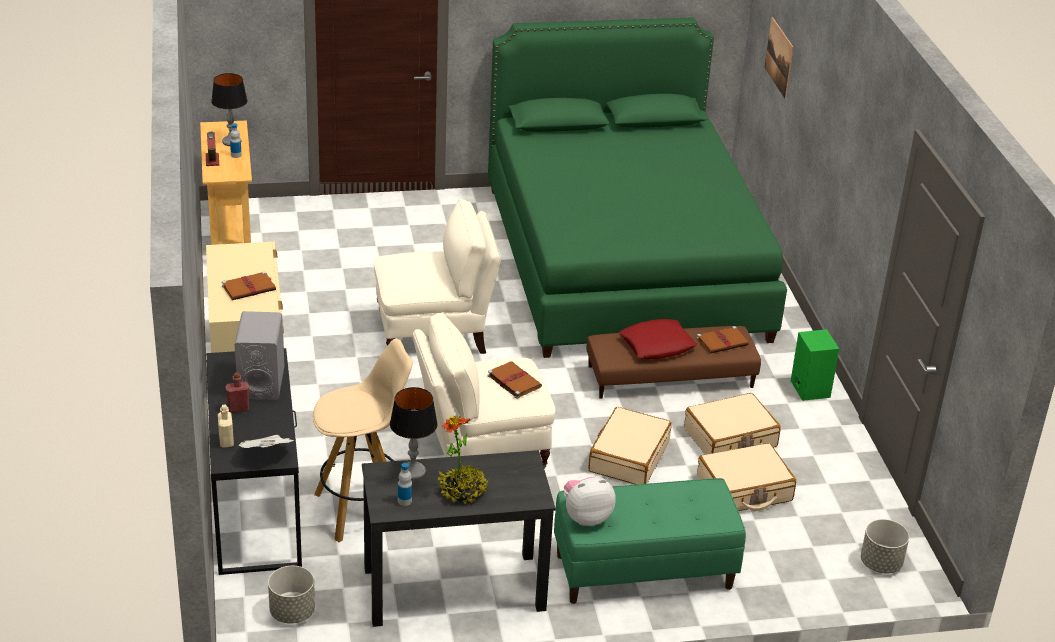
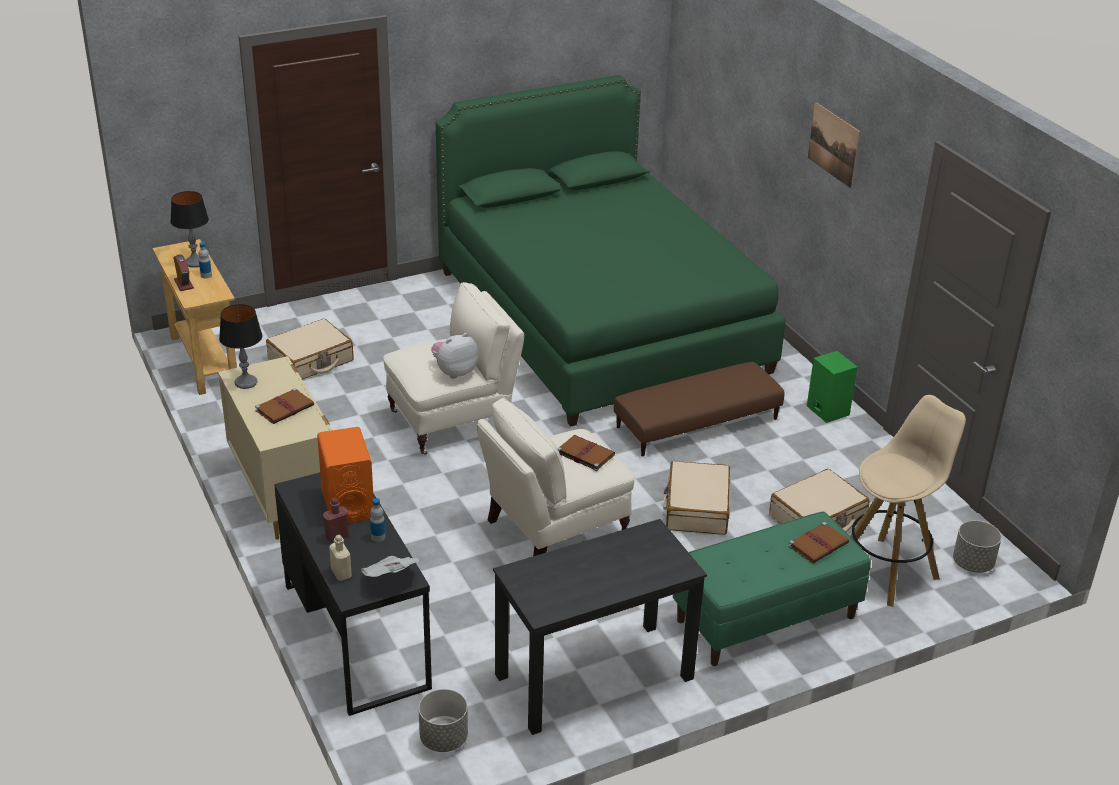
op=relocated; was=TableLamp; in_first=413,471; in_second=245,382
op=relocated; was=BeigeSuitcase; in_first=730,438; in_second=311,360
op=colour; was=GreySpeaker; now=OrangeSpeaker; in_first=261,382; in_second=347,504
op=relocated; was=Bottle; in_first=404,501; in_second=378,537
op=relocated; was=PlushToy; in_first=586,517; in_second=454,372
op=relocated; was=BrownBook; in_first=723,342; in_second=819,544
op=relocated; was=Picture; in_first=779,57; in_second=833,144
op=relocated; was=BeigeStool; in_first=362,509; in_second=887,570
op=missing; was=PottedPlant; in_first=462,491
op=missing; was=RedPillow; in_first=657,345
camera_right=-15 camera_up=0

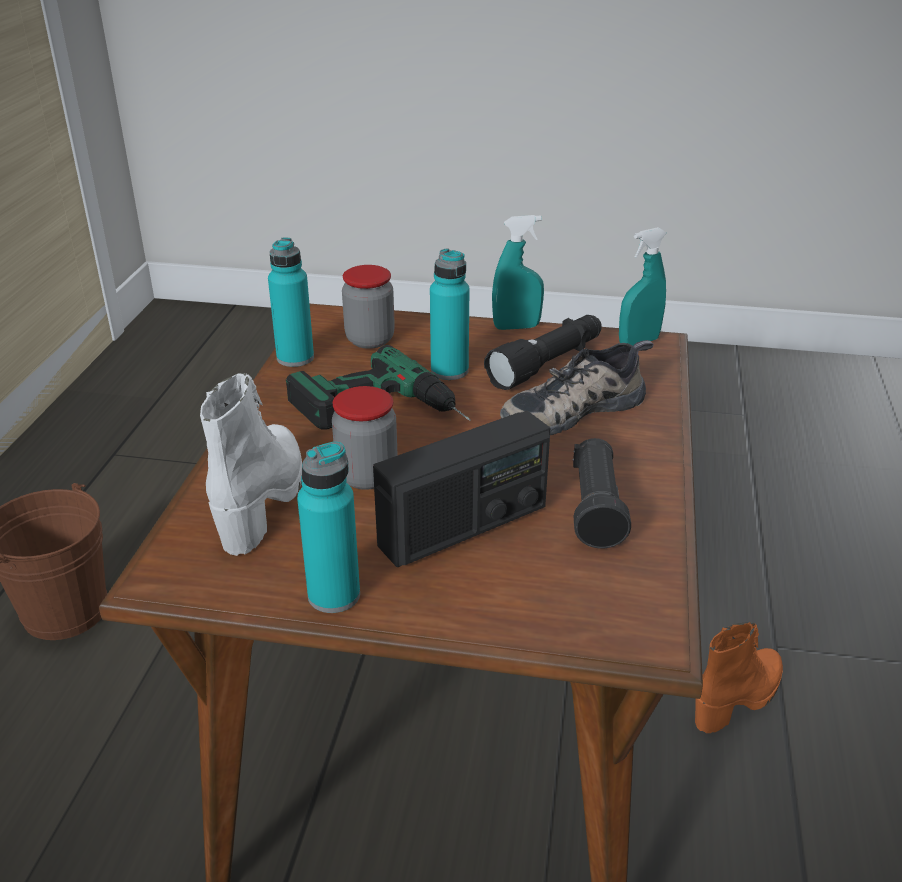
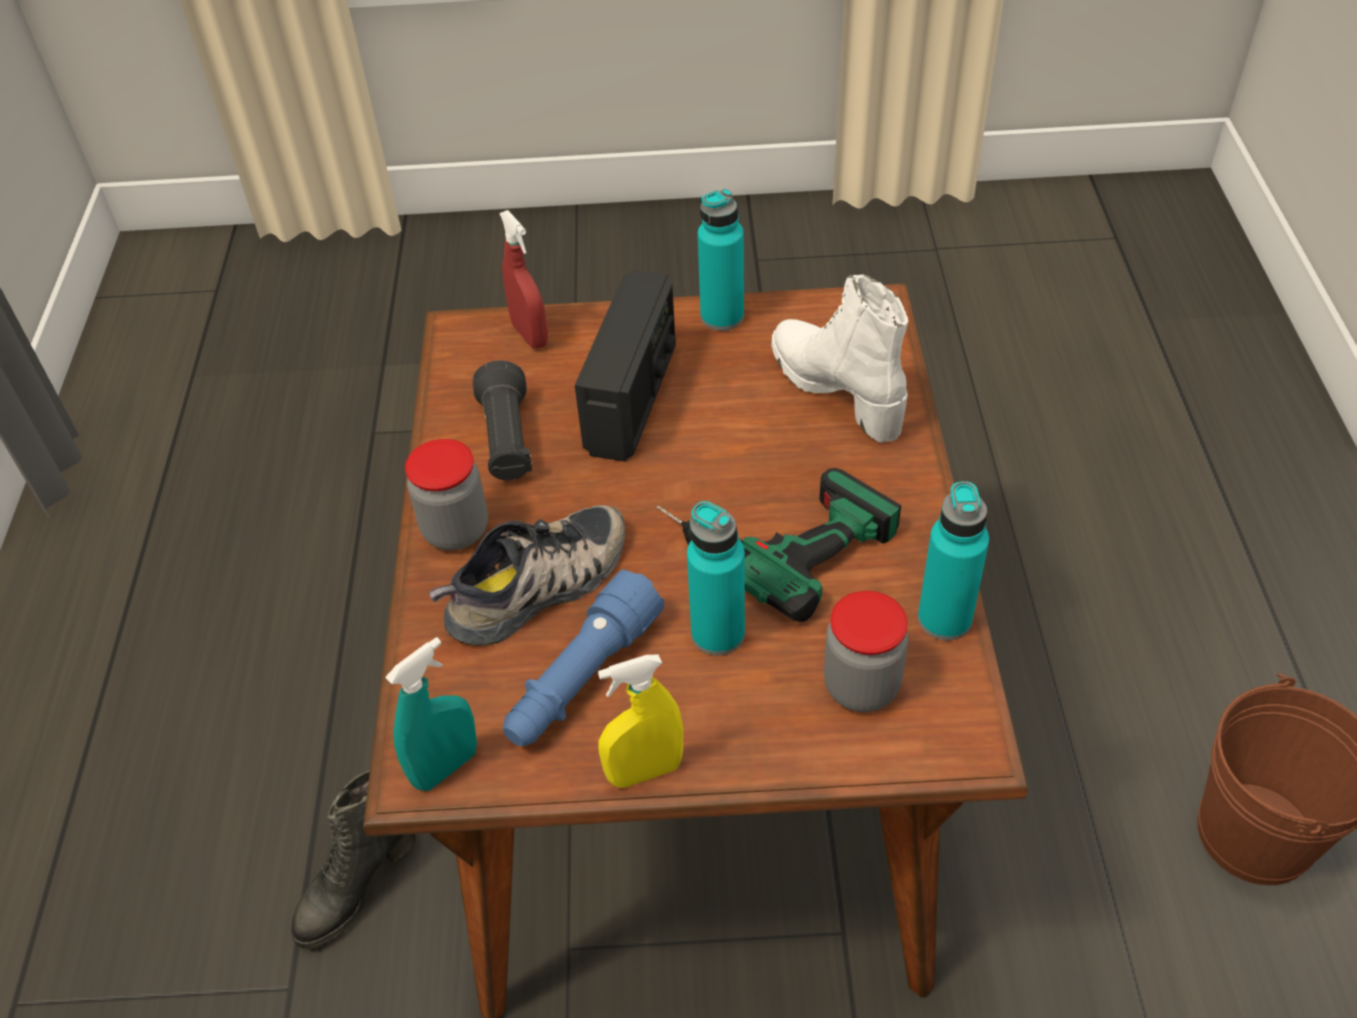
op=colour; was=OrangeBoot; now=BlackBoot; in_first=738,699; in_second=357,886
op=relocated; was=Jar; in_first=367,476; in_second=456,530
op=appeared; now=RedSprayBottle; in_second=530,335
op=colour; was=BlackFlashlight; now=BlueFlashlight; in_first=547,364; in_second=582,678
op=spun; was=Radio; in_first=464,526; in_second=632,398; clockwise=150
op=colour; was=TurquoiseSprayBottle; now=YellowSprayBottle; in_first=516,327; in_second=644,771
op=spun; was=WhiteBoot; in_first=263,500; in_second=837,390; clockwise=150
camera_right=170 camera_up=15

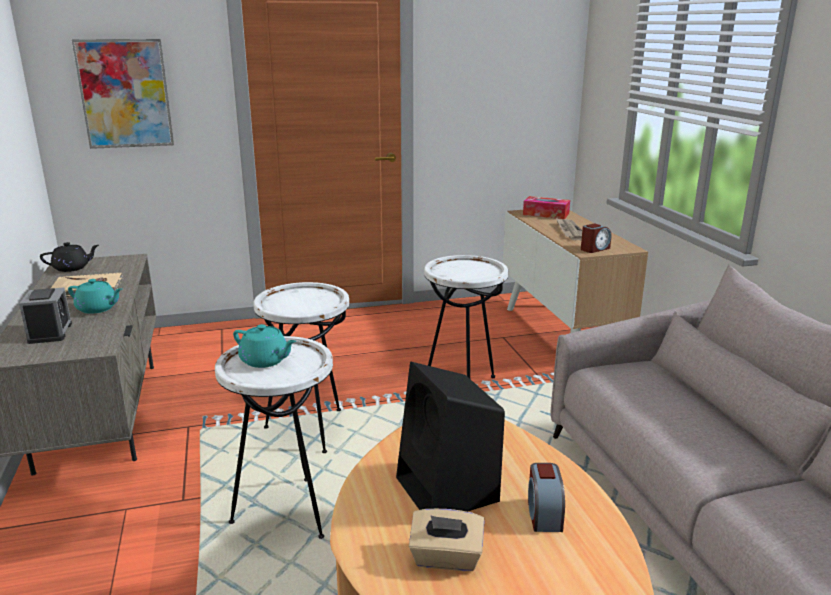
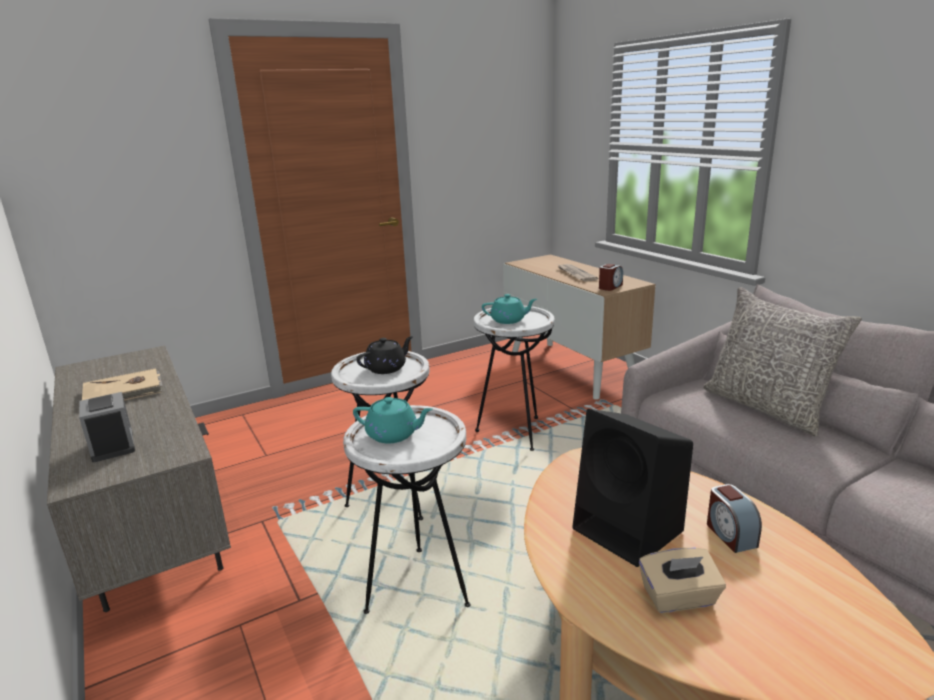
op=relocated; was=BlackTeapot; in_first=72,268; in_second=387,368
op=relocated; was=TurquoiseTeapot; in_first=98,309; in_second=509,320
op=appeared; now=GreyPillow; in_second=766,407
op=missing; was=Picture; in_first=125,94
op=missing; was=TissueBox; in_first=546,214
camera_right=-15 camera_up=0

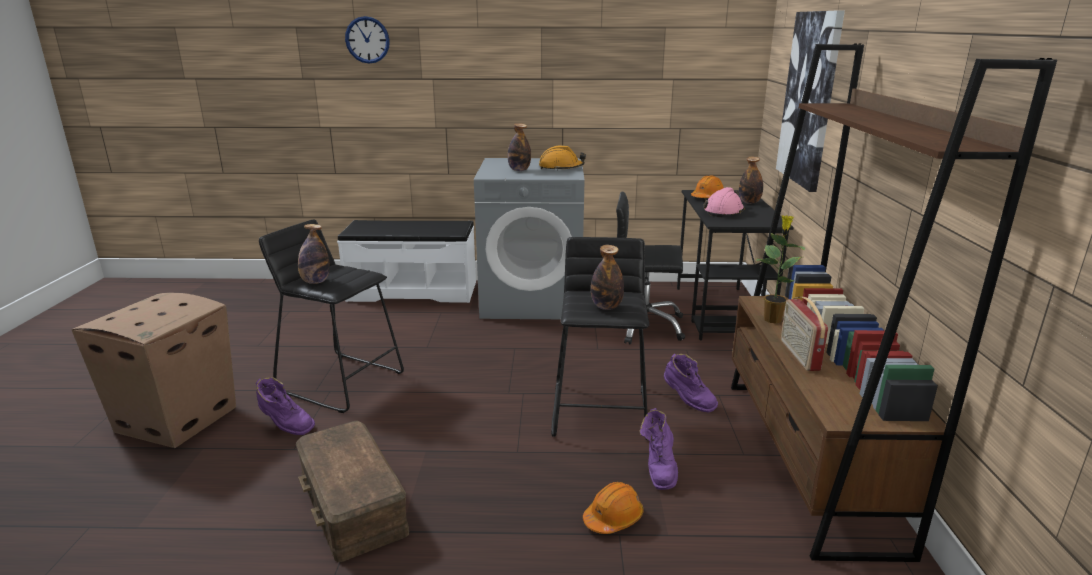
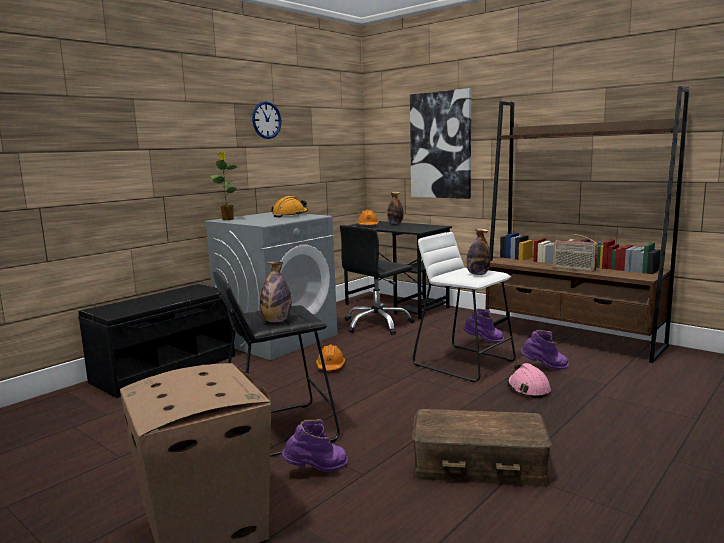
op=colour; was=WhiteBench; now=BlackBench; in_first=413,291; in_second=164,368
op=relocated; was=PottedPlant; in_first=772,319; in_second=227,219
op=relocated; was=WallClock; in_first=367,40; in_second=266,120
op=relocated; was=OrangeHardHat; in_first=613,518; in_second=330,366
op=colour; was=BlackStool; now=WhiteStool; in_first=601,411; in_second=464,363
op=relocated; was=PinkHardHat; in_first=724,211; in_second=528,388
op=spun; was=PurpleBoot; in_first=659,469; in_second=544,368; clockwise=-45
op=missing; was=Bottle; in_first=519,170
camera_right=-50 camera_up=-10

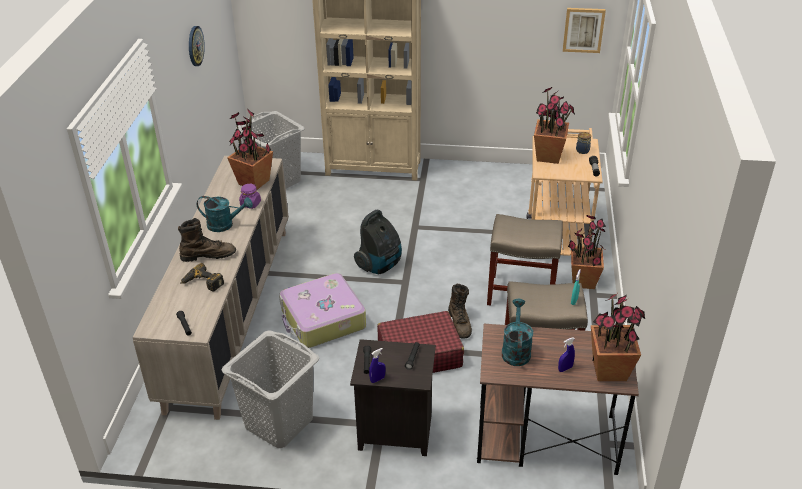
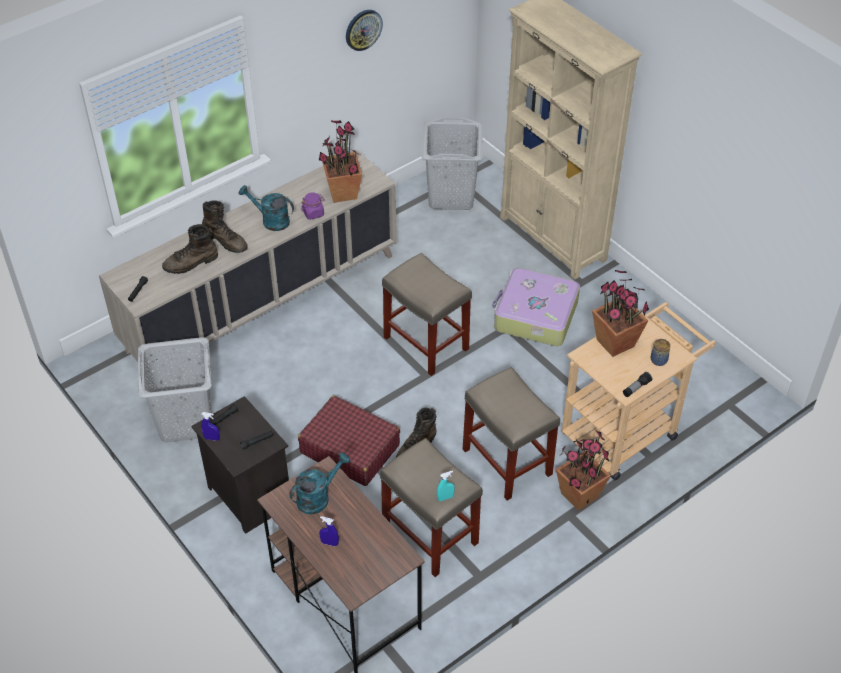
op=exchanged; was=PowerDrill; now=BrownBoot; in_first=202,283; in_second=191,263
op=spun; was=TurquoiseWateringCan; in_first=225,225; in_second=271,220; clockwise=150
op=exchanged; was=VacuumCleaner; now=BeigeStool; in_first=380,265; in_second=427,344
op=relocated; was=Suitcase; in_first=322,320; in_second=534,316
op=missing; was=Picture; in_first=583,29
op=missing; was=PottedPlant; in_first=610,370
camera_right=45 camera_up=10

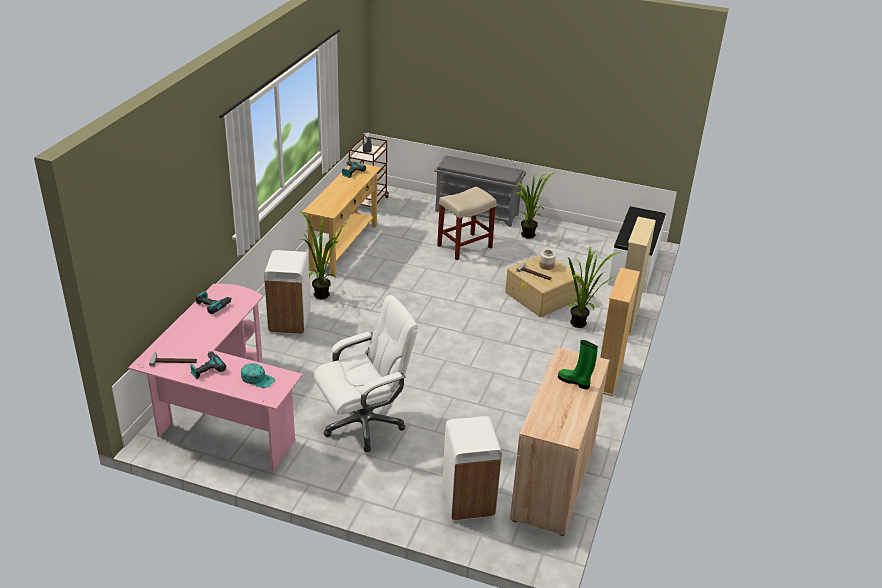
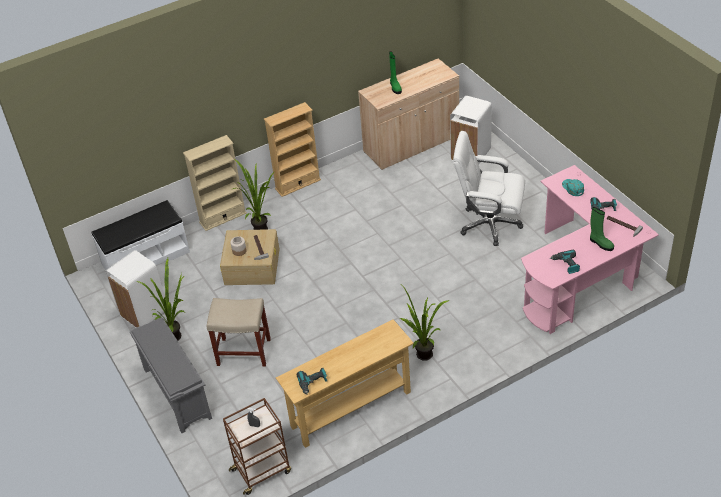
op=relocated; was=WhiteTrashCan; in_first=289,322; in_second=145,313
op=appeared; now=GreenBoot; in_second=600,243
camera_right=-135 camera_up=10

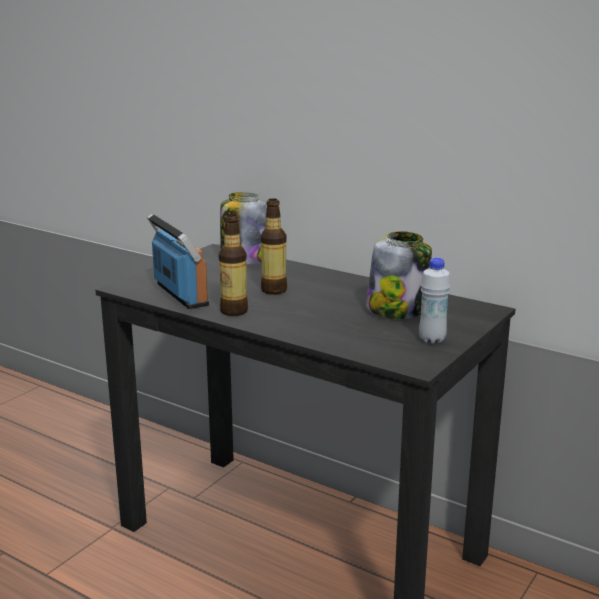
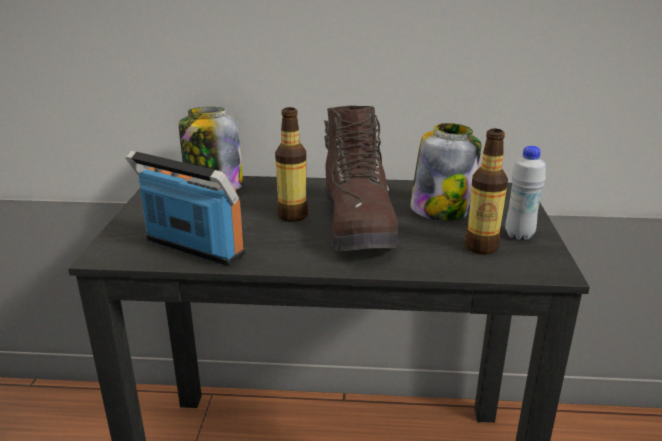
op=appeared; now=BrownBoot; in_second=358,225
op=relocated; was=Bottle; in_first=234,311; in_second=481,247
camera_right=-30 camera_up=5

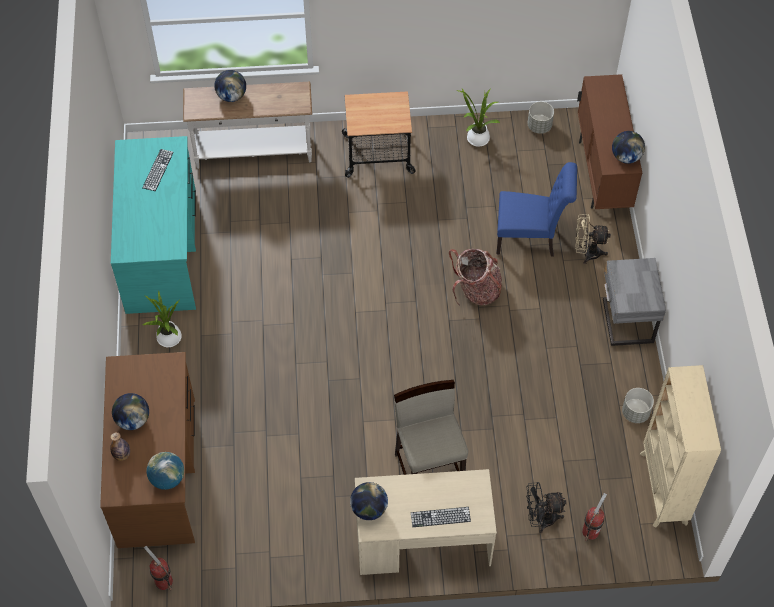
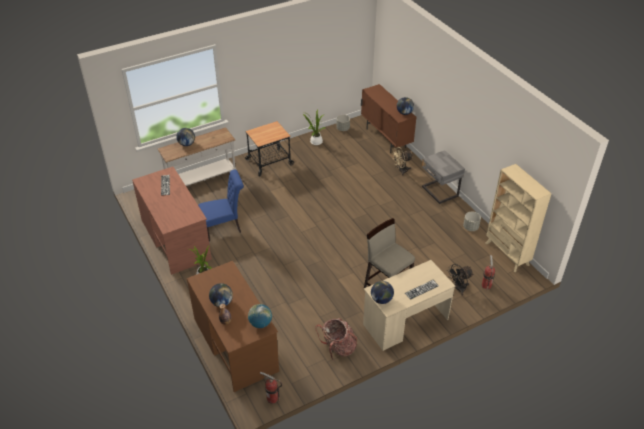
op=colour; was=TurquoiseDesk; now=BrownDesk; in_first=162,250; in_second=176,238
op=relocated; was=BlueChair; in_first=530,239; in_second=224,228
op=relocated; was=Backpack; in_first=476,290; in_second=338,348
camera_right=-25 camera_up=-15

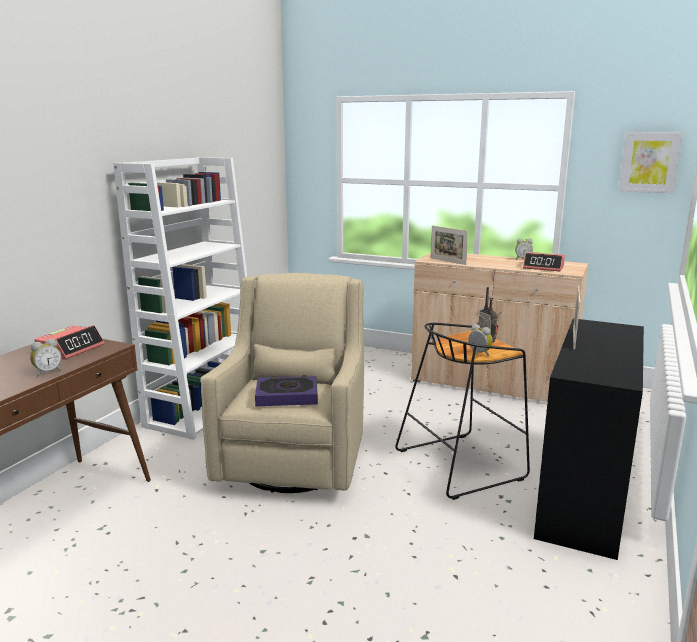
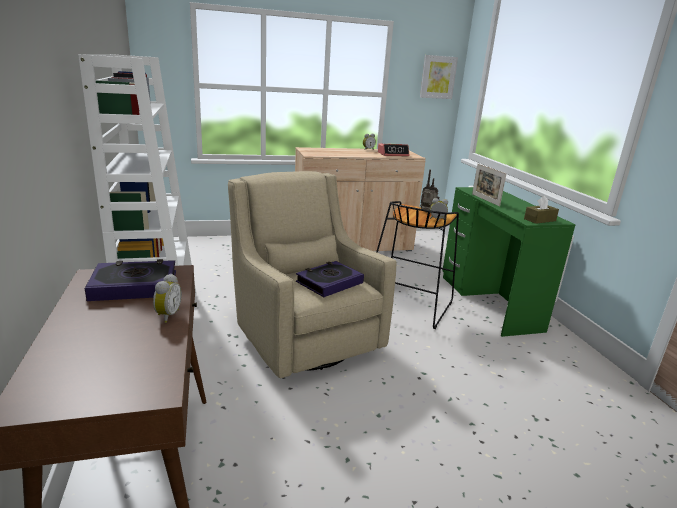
op=exchanged; was=AlarmClock; now=Book; in_first=71,349; in_second=134,286
op=colour; was=BlackDesk; now=GreenDesk; in_first=584,496; in_second=489,302
op=appeared; now=BrownTissueBox; in_second=539,220
op=missing; was=PictureFrame; in_first=448,261
camera_right=-40 camera_up=5

